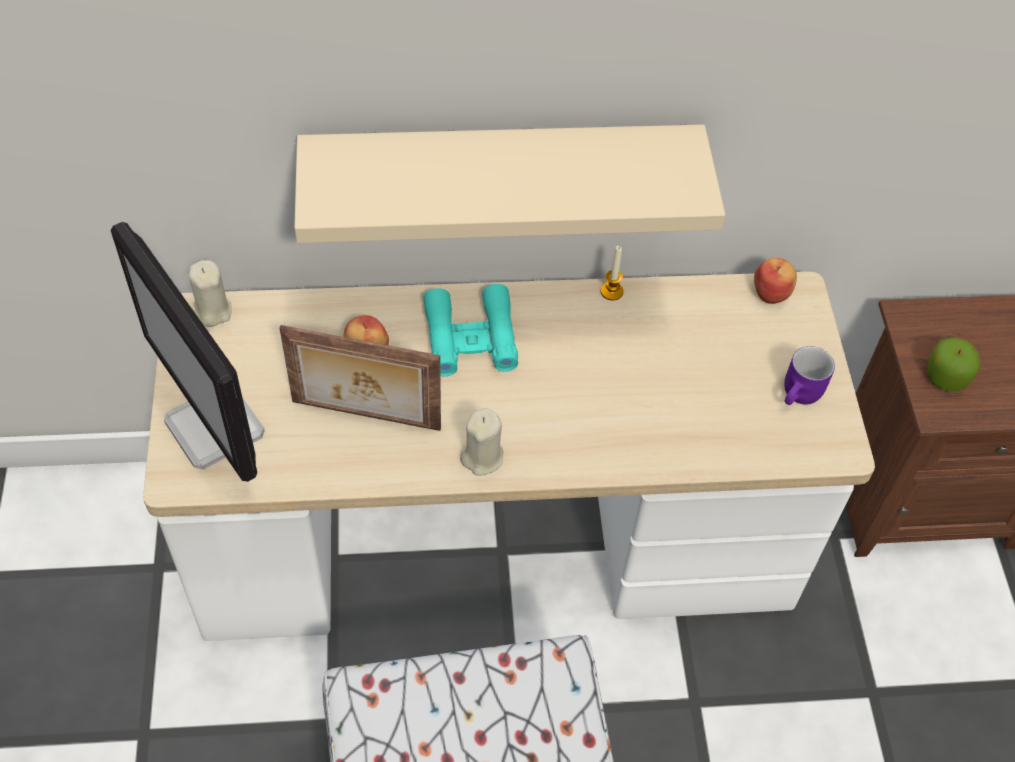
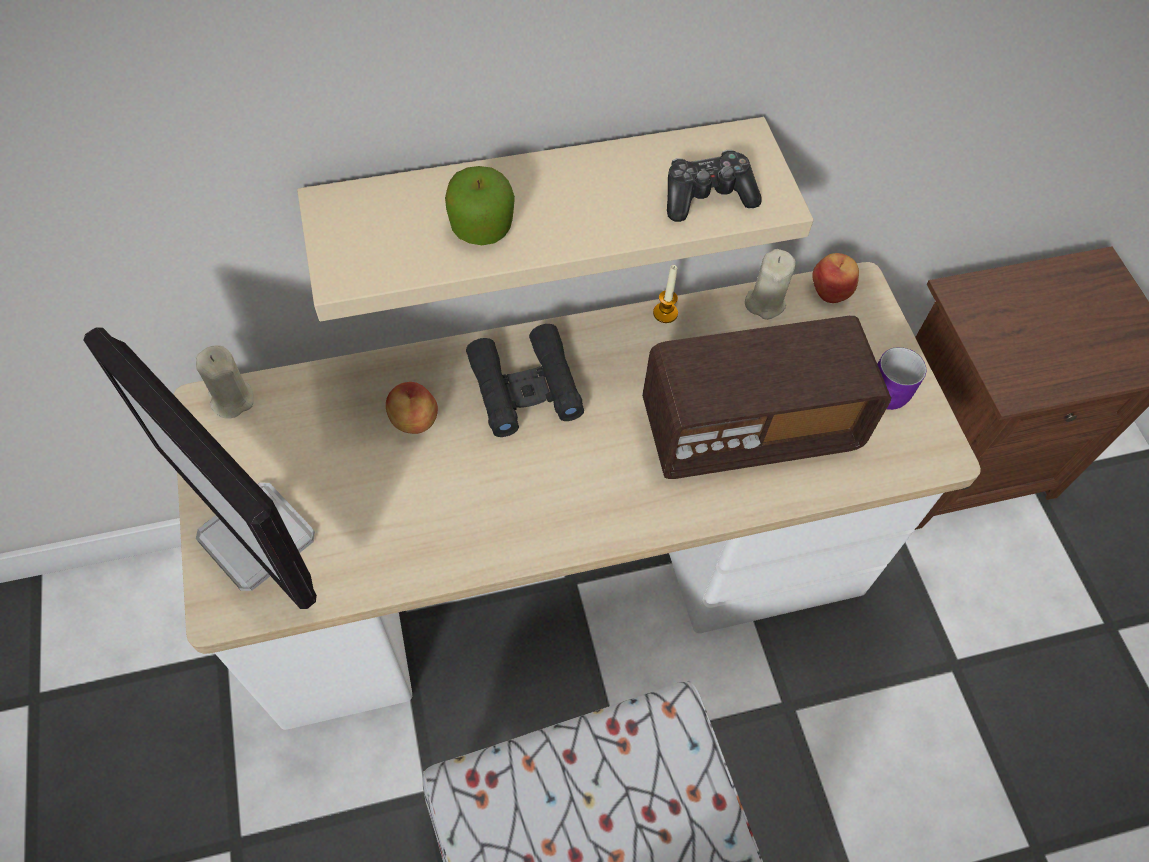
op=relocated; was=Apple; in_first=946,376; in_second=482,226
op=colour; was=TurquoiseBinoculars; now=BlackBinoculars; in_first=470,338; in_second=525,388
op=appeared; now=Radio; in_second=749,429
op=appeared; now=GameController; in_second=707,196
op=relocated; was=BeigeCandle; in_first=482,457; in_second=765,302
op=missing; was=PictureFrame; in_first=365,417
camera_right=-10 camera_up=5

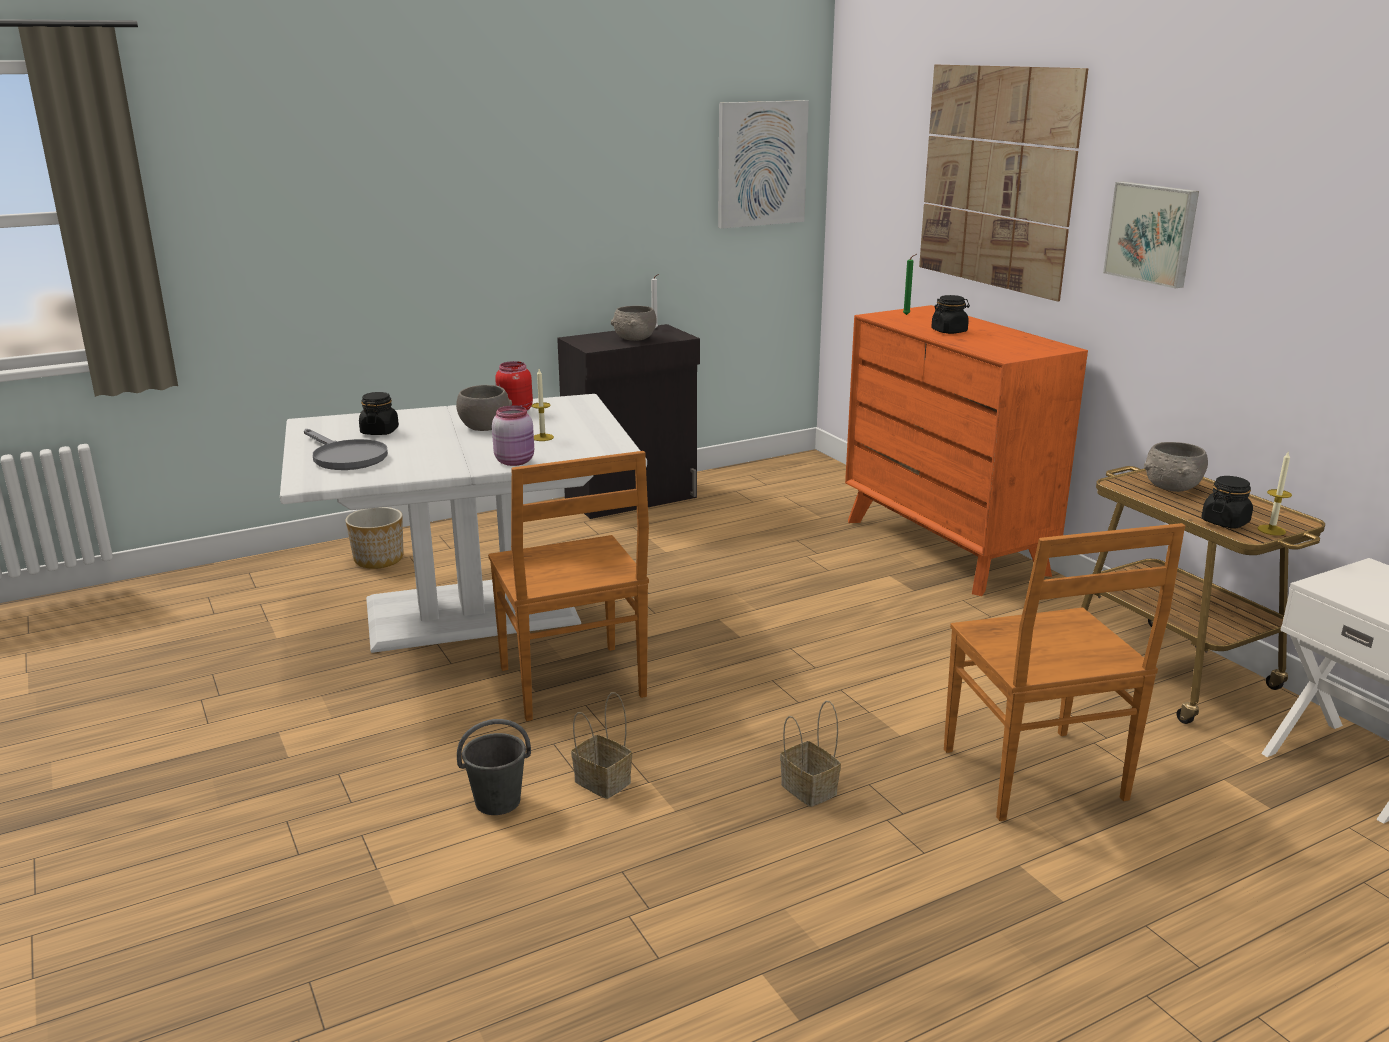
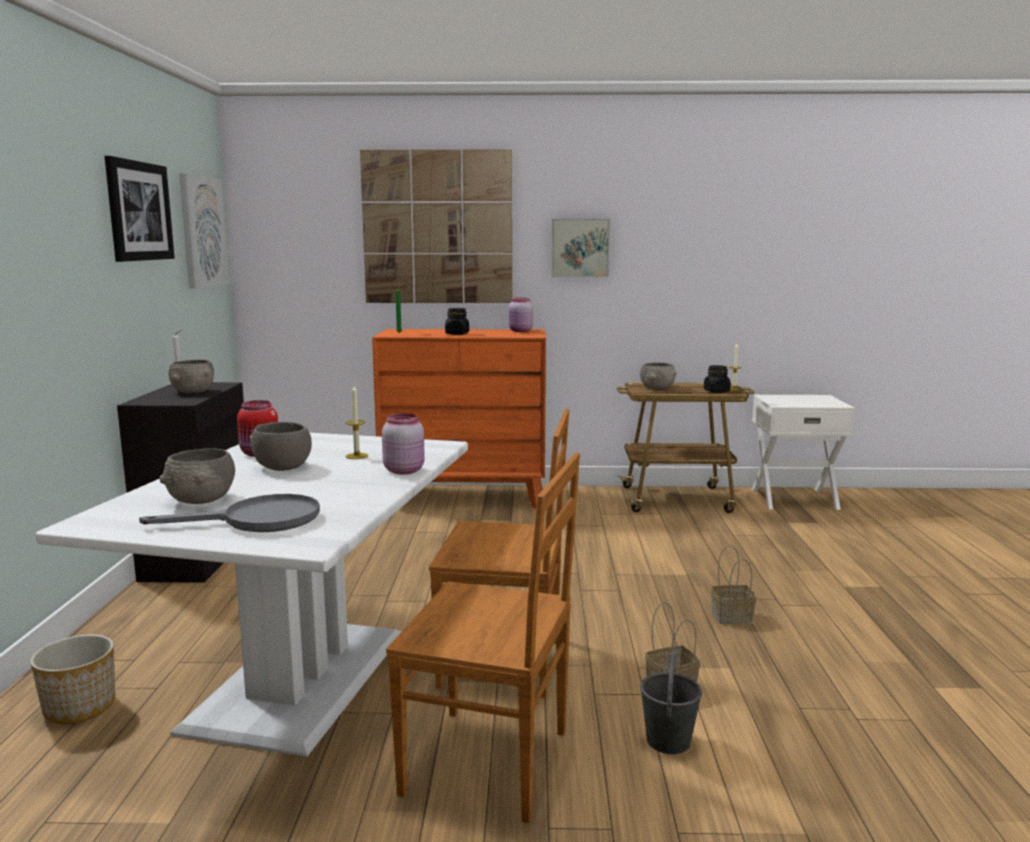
op=appeared; now=Picture; in_second=139,211
op=exchanged; was=BlackJar; now=GreyBowl; in_first=379,431; in_second=202,499
op=relocated; was=BrownChair; in_first=1035,777; in_second=492,763
op=appeared; now=PinkJar; in_second=520,331
camera_right=-60 camera_up=-10

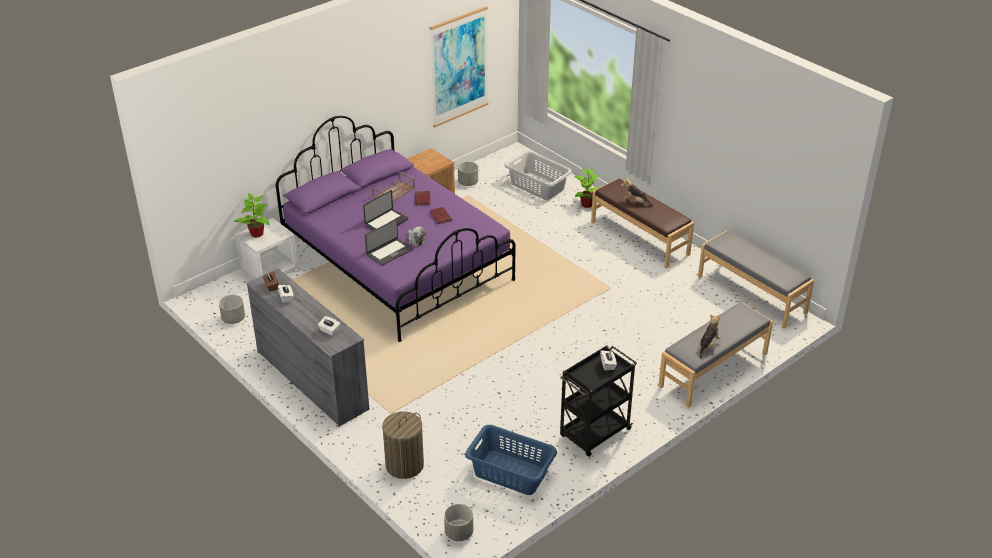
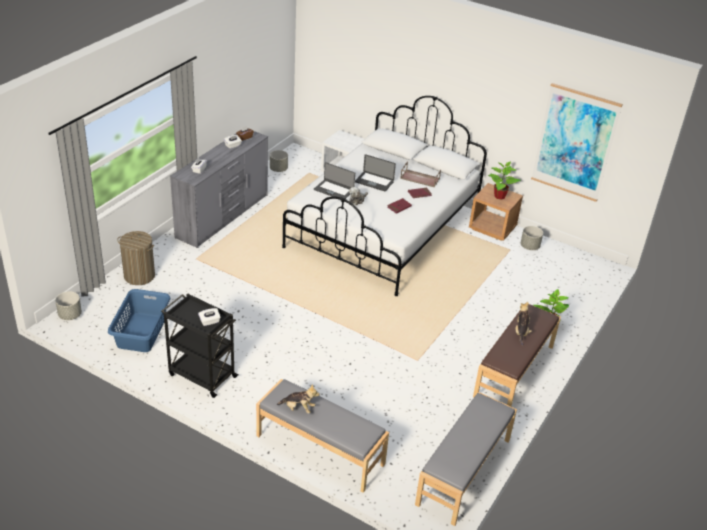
op=colour; was=PurpleBed; now=WhiteBed; in_first=398,265; in_second=383,229
op=relocated; was=PottedPlant; in_first=256,234; in_second=499,196
op=missing; was=GreyLaundryBasket; in_first=537,186
camera_right=70 camera_up=0

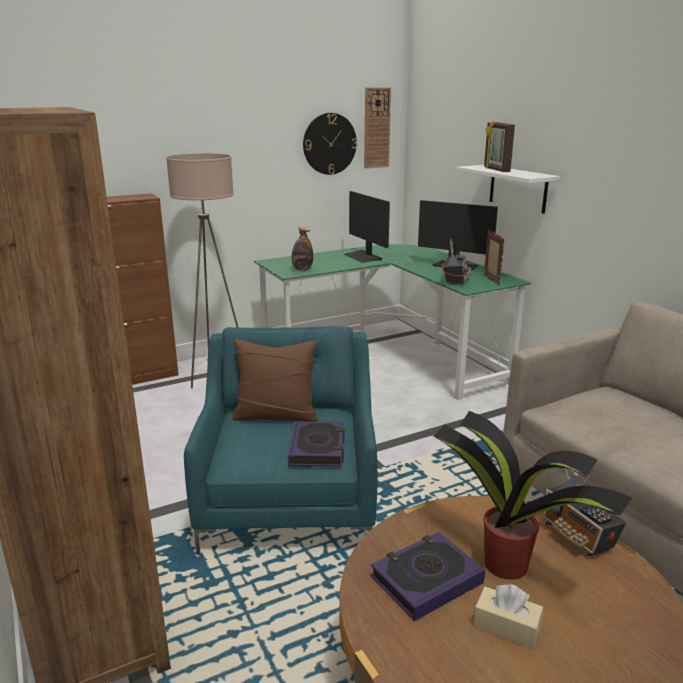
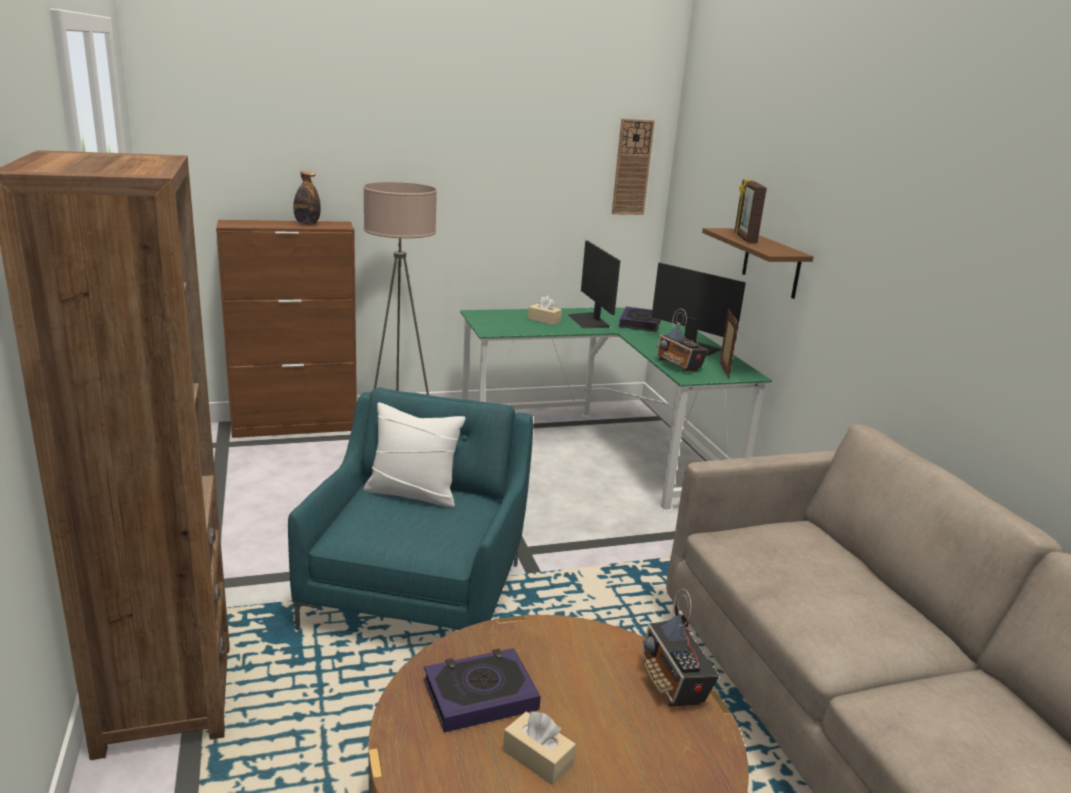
op=relocated; was=Bottle; in_first=302,269; in_second=307,223
op=colour; was=BrownPillow; now=WhitePillow; in_first=276,415; in_second=413,493
op=appeared; now=BeigeTissueBox; in_second=544,320
op=relocated; was=Book; in_first=317,449; in_second=640,323
op=spun; was=Radio; in_first=455,281; in_second=679,366; clockwise=120
op=colour; was=WhiteShelf; now=BrownShelf; in_first=518,188; in_second=771,263
op=missing; was=WallClock; in_first=329,144
op=missing; was=PottedPlant; in_first=503,562
camera_right=10 camera_up=0

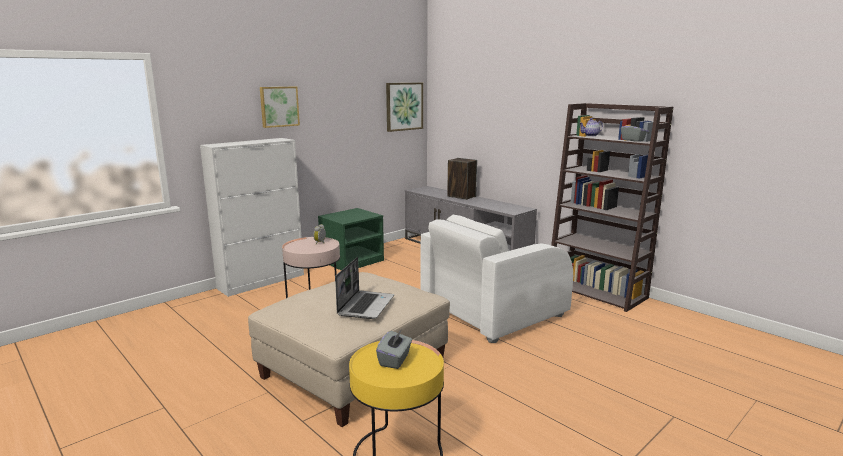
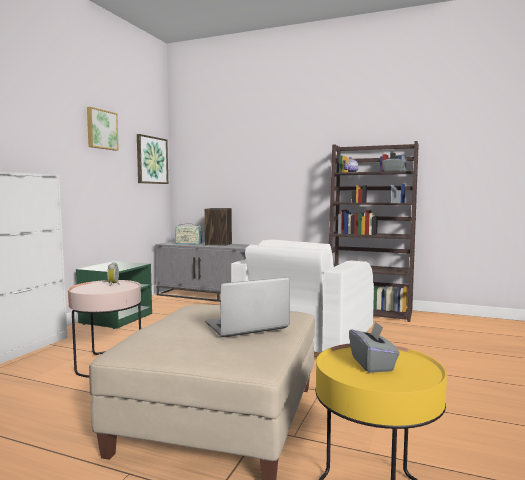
op=relocated; was=Picture; in_first=279,106; in_second=101,129
op=appeared; now=Radio; in_second=188,243
op=spun; was=Laptop; in_first=365,305; in_second=246,326; clockwise=-105
camera_right=-25 camera_up=-10

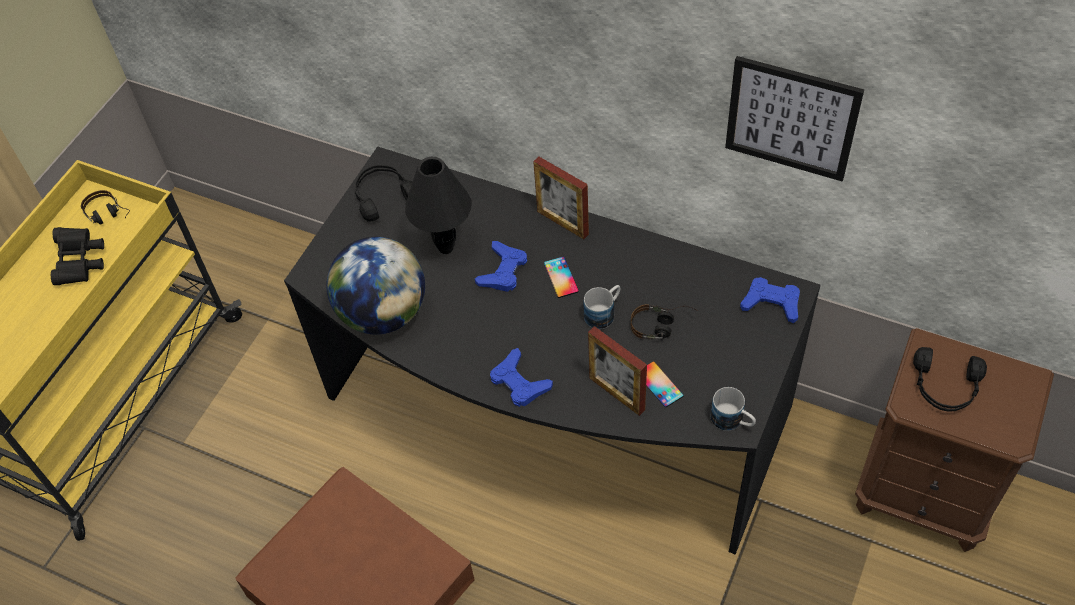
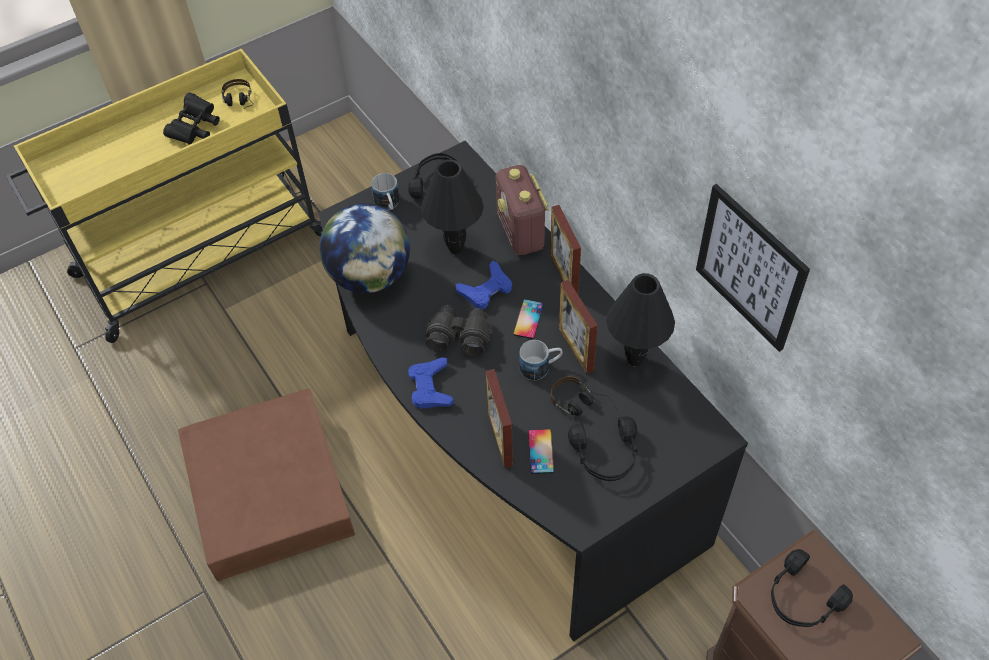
op=relocated; was=Mug; in_first=732,421; in_second=388,205
op=appeared; now=BlackBinoculars; in_second=459,335
op=appeared; now=Radio; in_second=521,232
op=appeared; now=PictureFrame; in_second=576,349
op=appeared; now=BlackHeadphones; in_second=606,456
op=appeared; now=BlackTableLamp; in_second=635,359
op=missing; was=BlueGameController; in_first=771,303
camera_right=30 camera_up=0

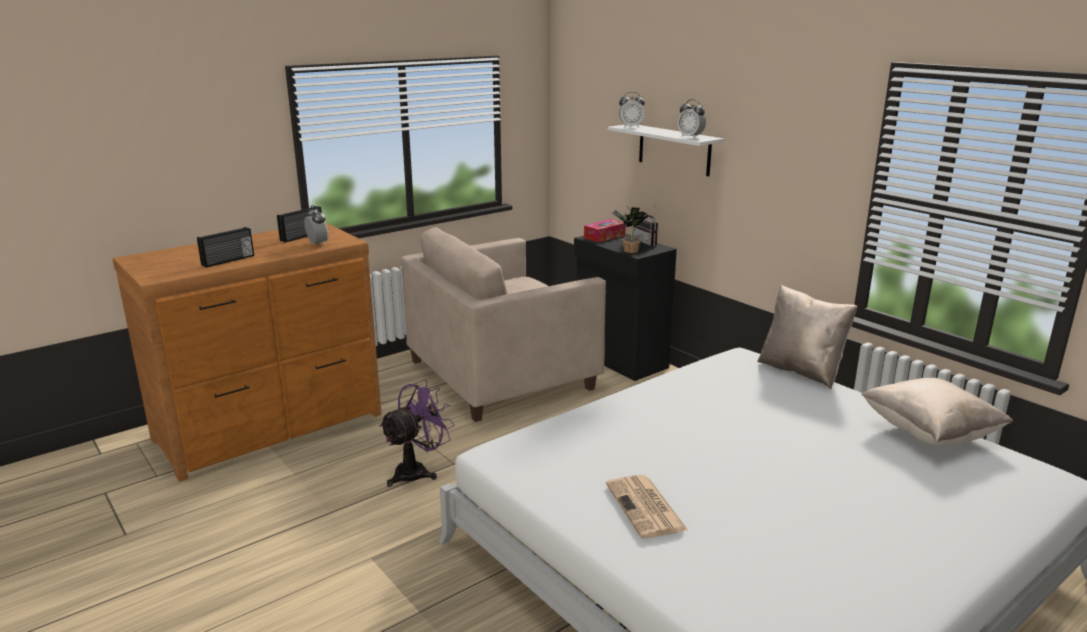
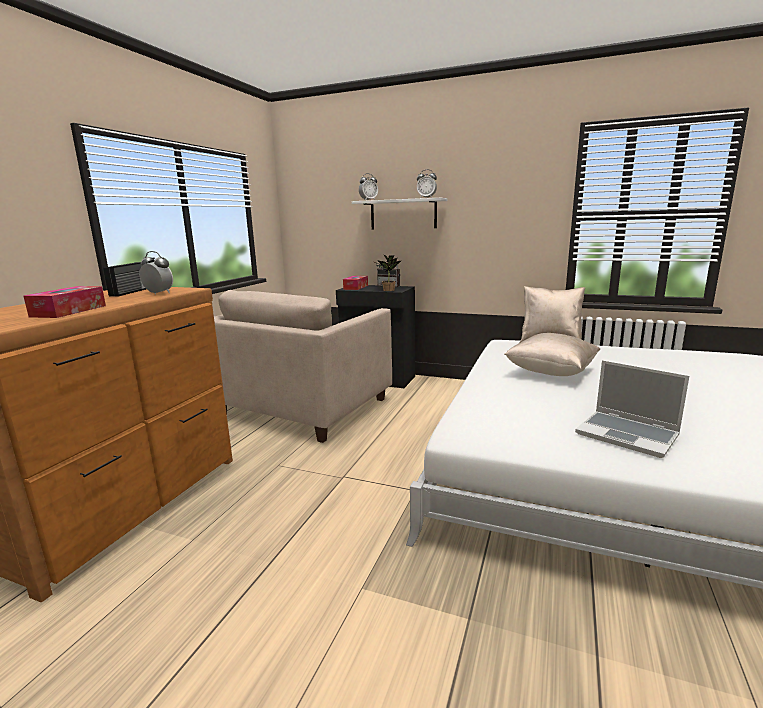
op=exchanged; was=Radio; now=TissueBox; in_first=228,260; in_second=69,311
op=relocated; was=BeigePillow; in_first=929,434; in_second=551,373
op=exchanged; was=Newspaper; now=Laptop; in_first=646,507; in_second=628,435
op=missing; was=PurpleFan; in_first=417,471
camera_right=-30 camera_up=-5

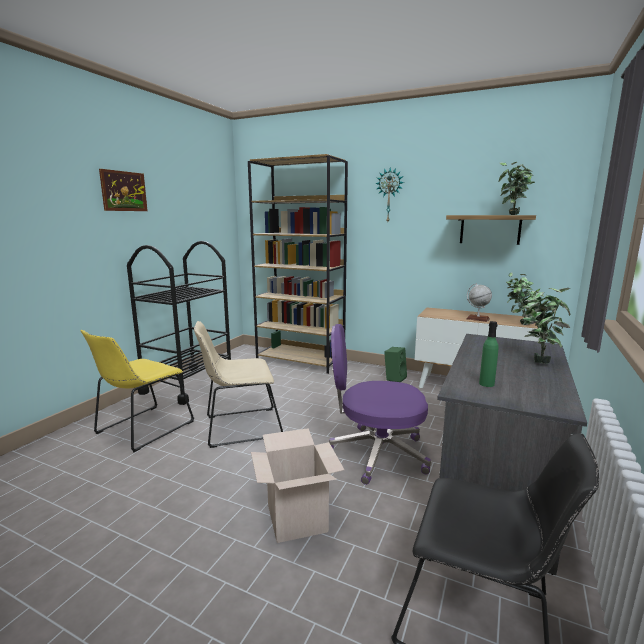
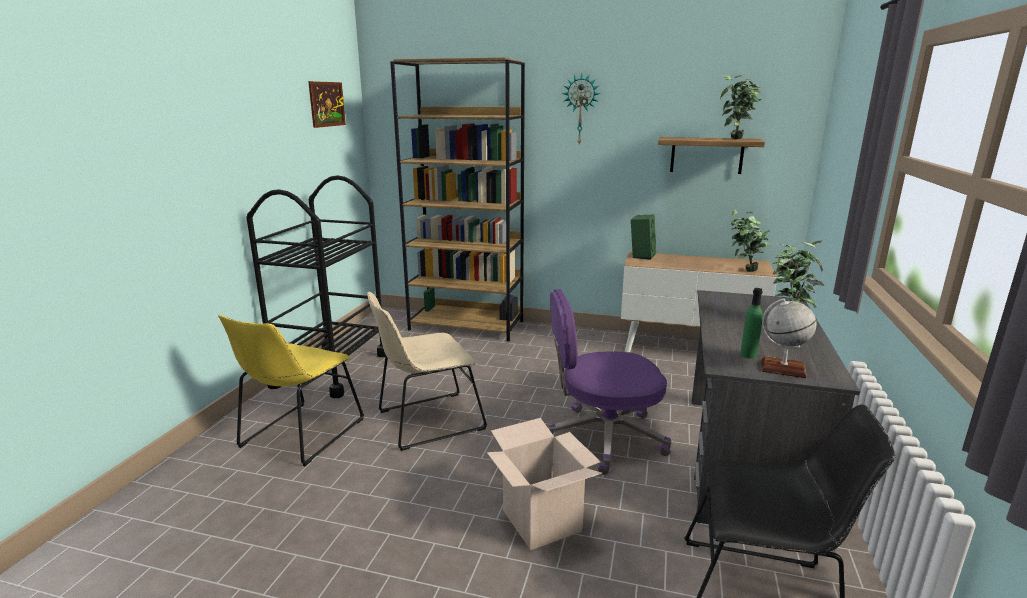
op=relocated; was=Picture; in_first=124,191; in_second=326,104
op=relocated; was=GreenSpeaker; in_first=394,378; in_second=641,255
op=relocated; was=Globe; in_first=477,319; in_second=782,369
camera_right=-10 camera_up=5

